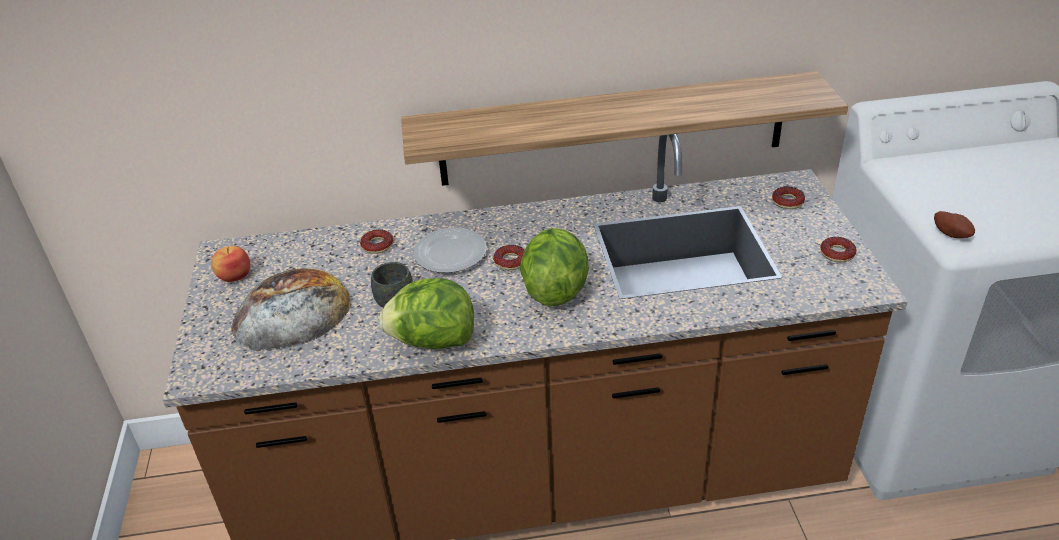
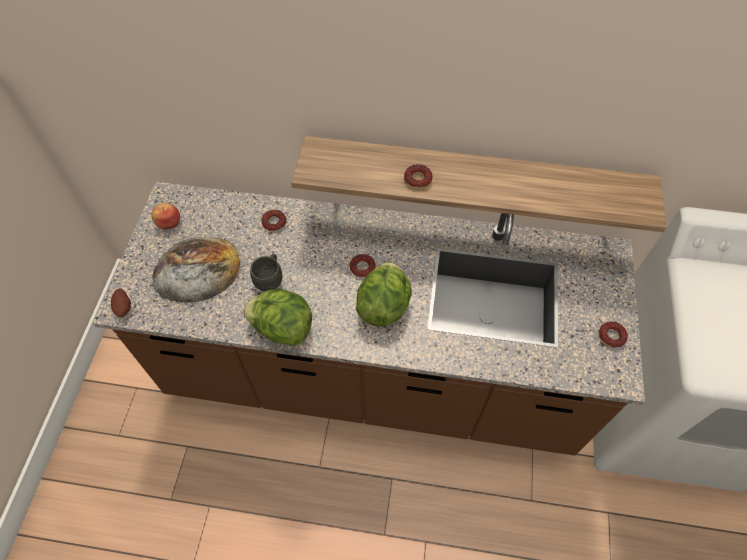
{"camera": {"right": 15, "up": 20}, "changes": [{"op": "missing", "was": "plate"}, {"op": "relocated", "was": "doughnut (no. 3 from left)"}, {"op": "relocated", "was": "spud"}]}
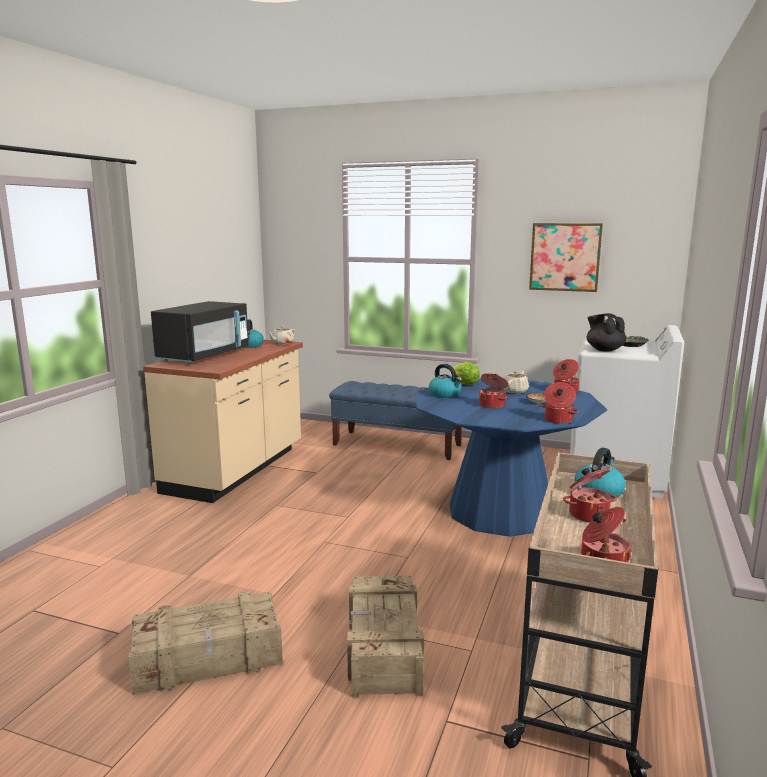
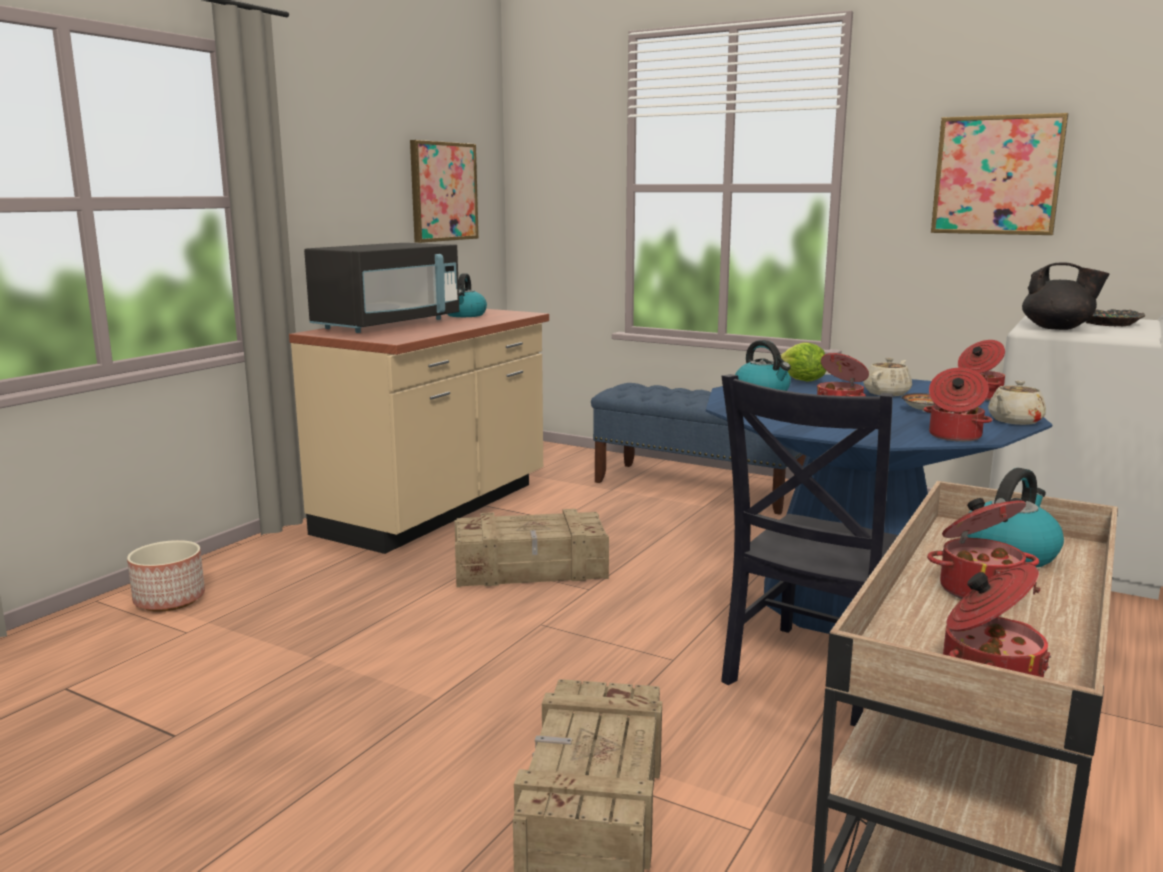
{"camera": {"right": 10, "up": 0}, "changes": [{"op": "relocated", "was": "crate (no. 1 from left)"}, {"op": "relocated", "was": "beige-coloured teapot (no. 1 from left in the first image)", "now": "beige-coloured teapot (no. 2 from left)"}, {"op": "spun", "was": "black-coloured teapot", "clockwise": 135}, {"op": "appeared", "now": "planter"}, {"op": "appeared", "now": "picture (no. 1 from left)"}, {"op": "appeared", "now": "black-coloured plain chair"}]}
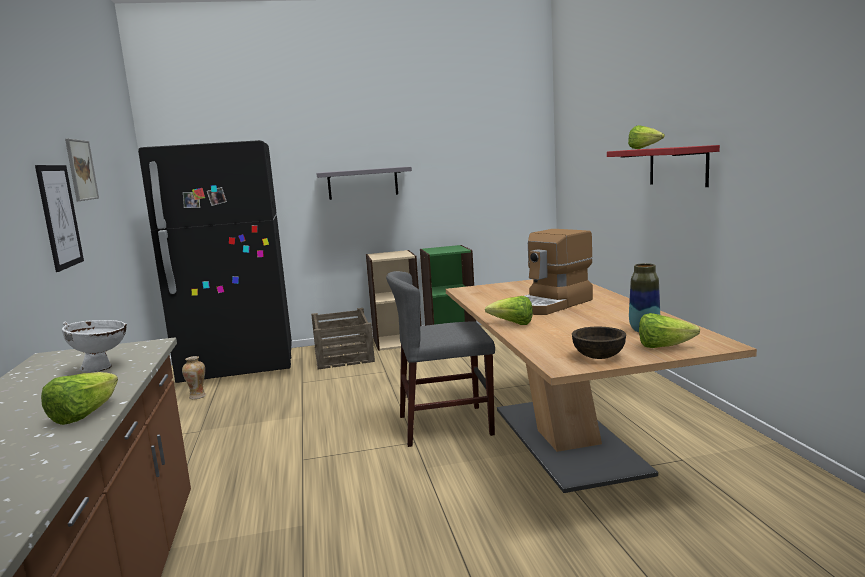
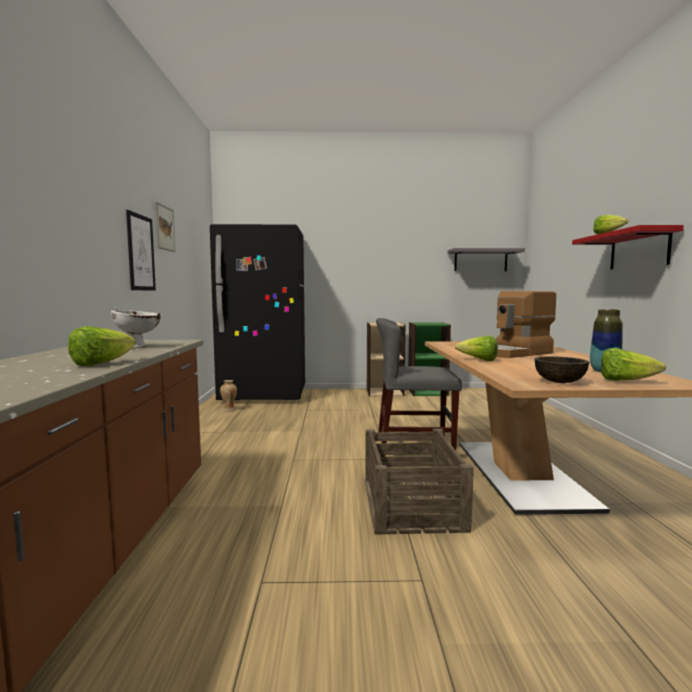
{"camera": {"right": 10, "up": -5}, "changes": [{"op": "relocated", "was": "crate"}, {"op": "relocated", "was": "grey bracket shelf"}]}
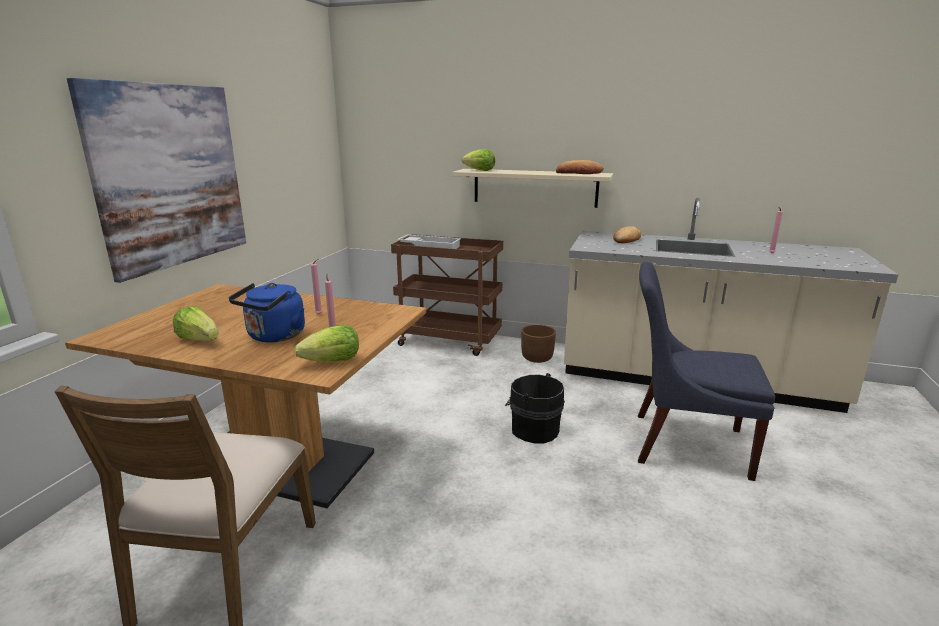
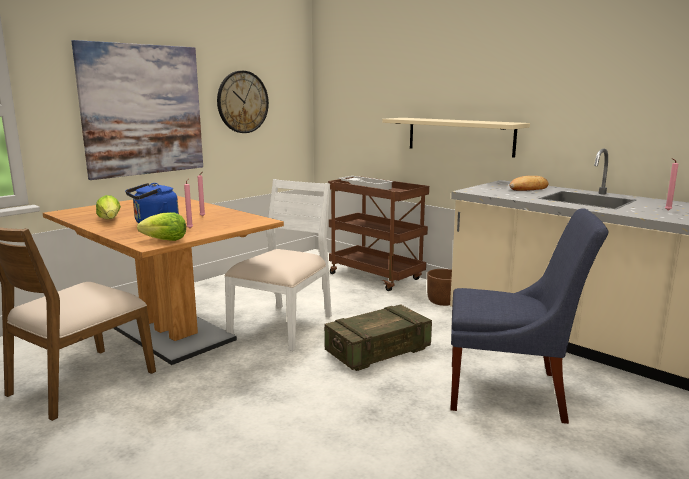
{"camera": {"right": 25, "up": -5}, "changes": [{"op": "missing", "was": "head of lettuce (no. 3 from left)"}, {"op": "exchanged", "was": "black-coloured bucket", "now": "crate"}, {"op": "missing", "was": "bakery bread (no. 1 from left)"}, {"op": "spun", "was": "blue plain chair", "clockwise": 150}, {"op": "appeared", "now": "wall clock"}, {"op": "appeared", "now": "white-coloured plain chair"}]}
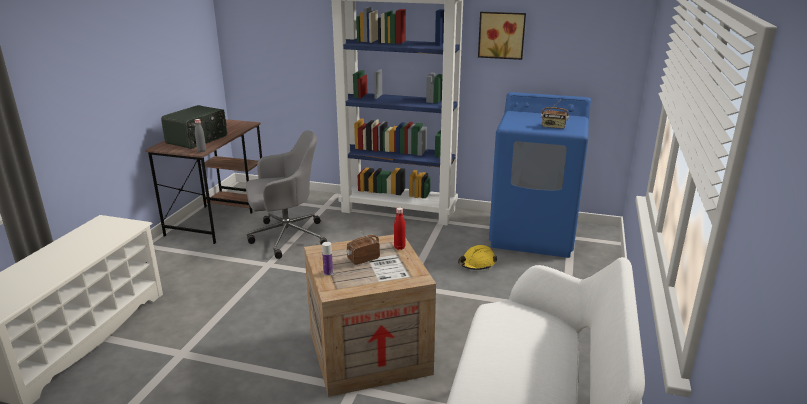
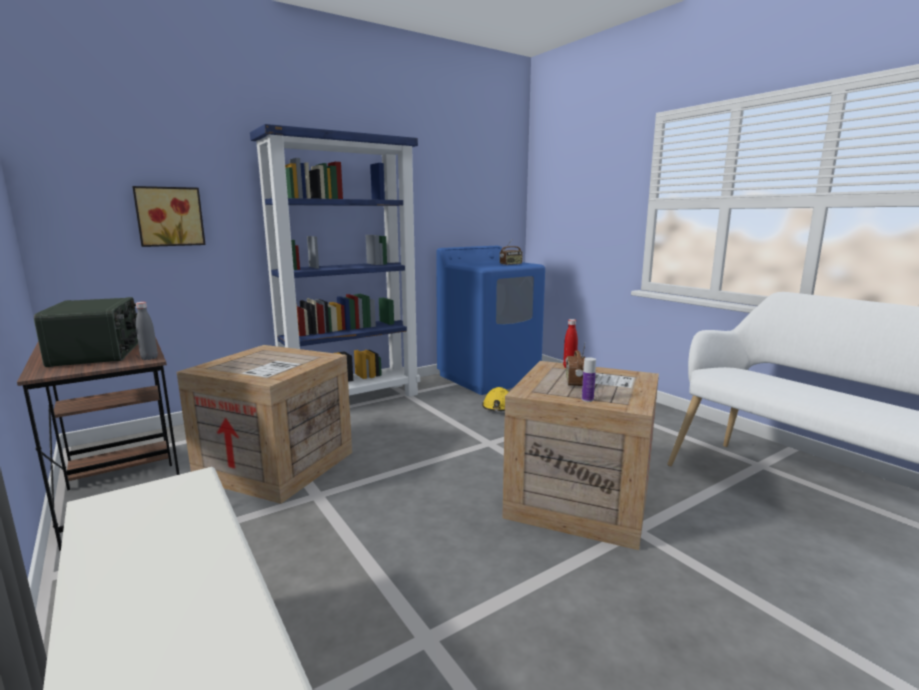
{"camera": {"right": -50, "up": -10}, "changes": [{"op": "exchanged", "was": "grey office chair", "now": "crate (no. 1 from left)"}, {"op": "relocated", "was": "picture"}]}
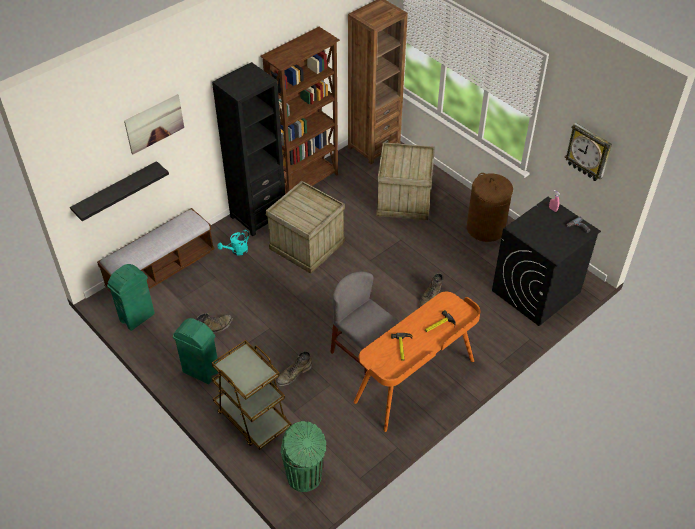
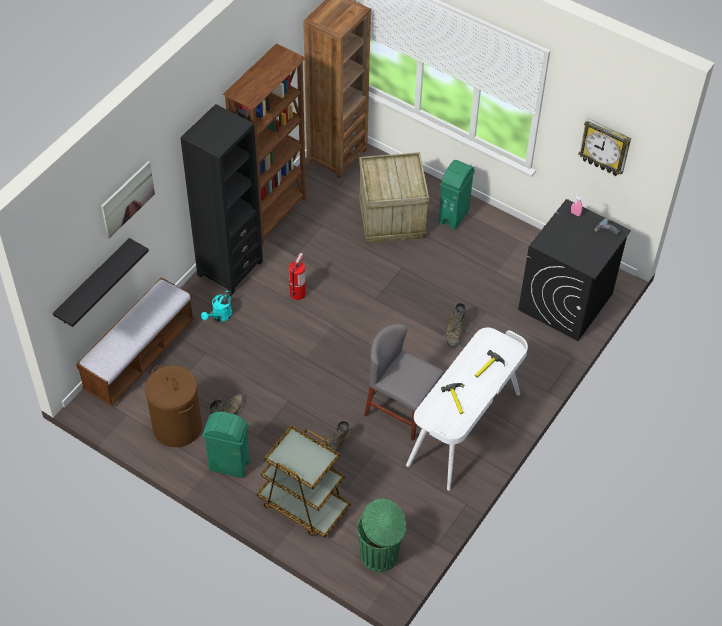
{"camera": {"right": -15, "up": 5}, "changes": [{"op": "relocated", "was": "green-coloured rubbish bin (no. 1 from left in the first image)", "now": "green-coloured rubbish bin (no. 3 from left)"}, {"op": "exchanged", "was": "crate (no. 1 from left)", "now": "extinguisher"}, {"op": "colour", "was": "orange-coloured desk", "now": "white-coloured desk"}, {"op": "relocated", "was": "brownish hamper"}]}
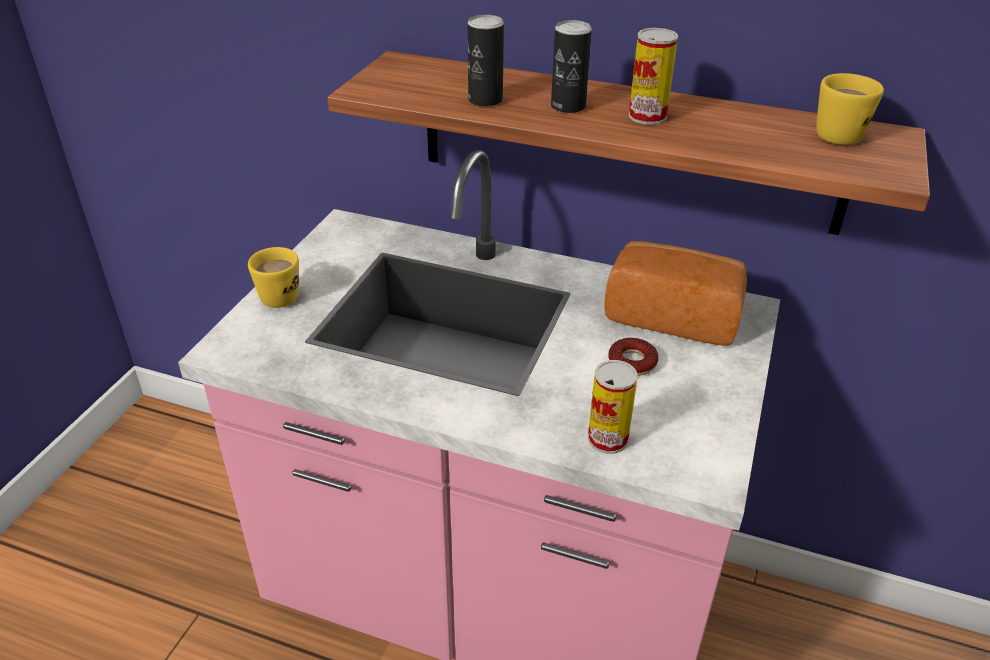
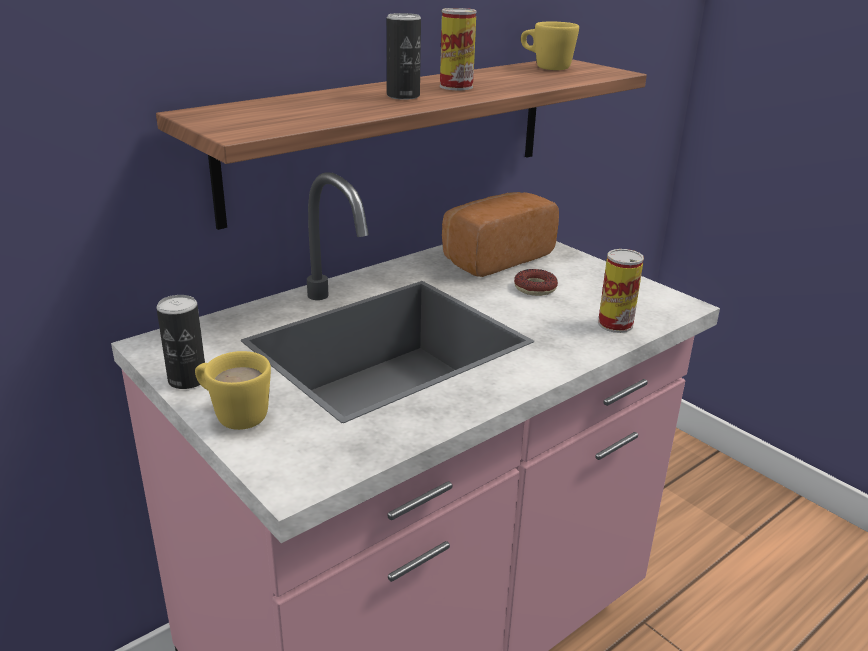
{"camera": {"right": -60, "up": -10}, "changes": [{"op": "relocated", "was": "can (no. 1 from left)"}]}
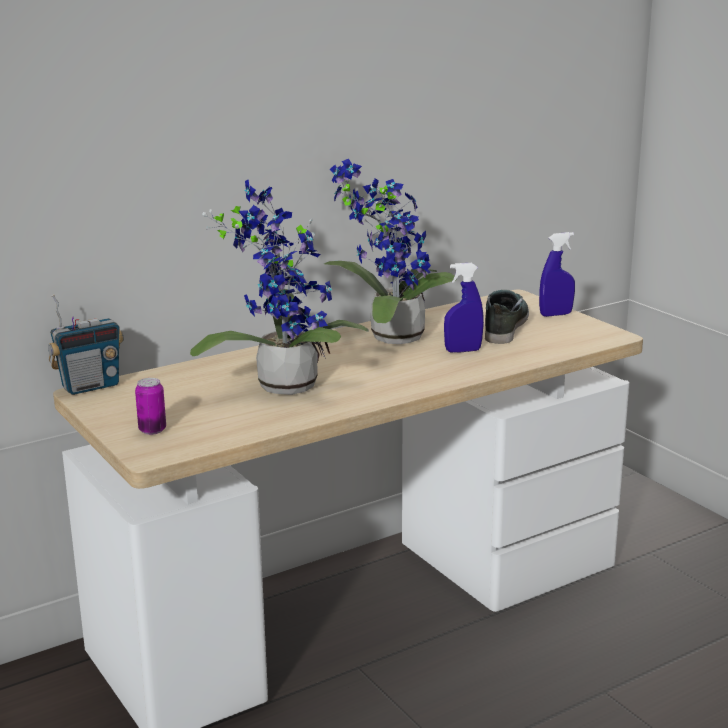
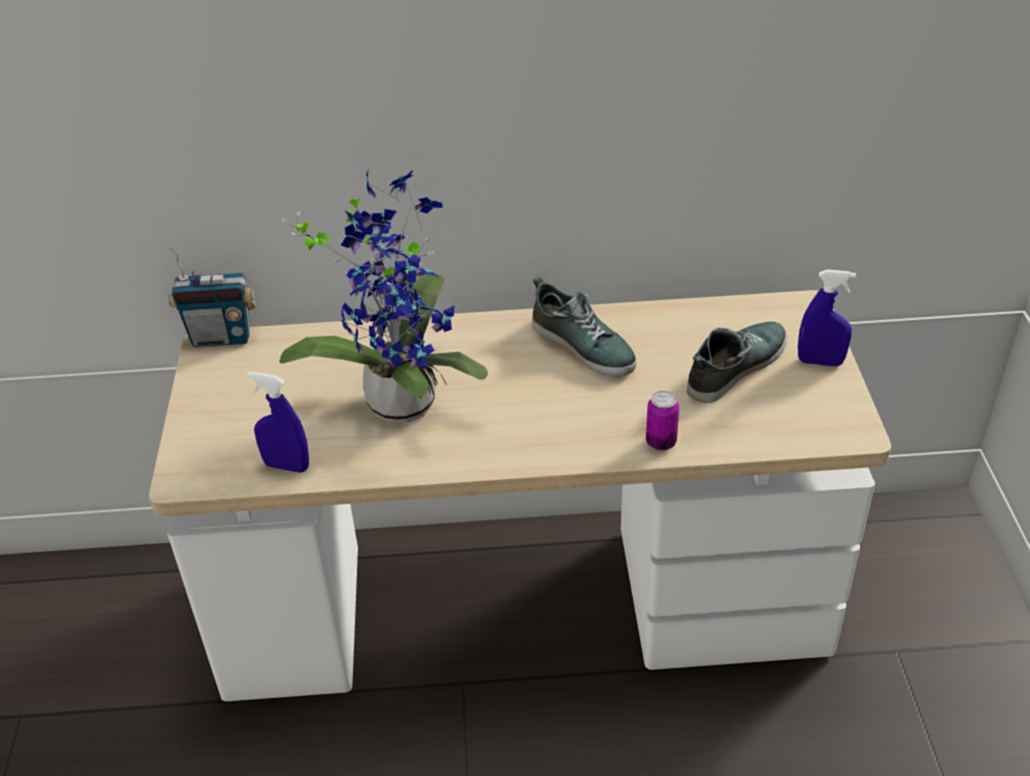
{"camera": {"right": 30, "up": 20}, "changes": [{"op": "relocated", "was": "can"}, {"op": "exchanged", "was": "plant in a pot (no. 2 from left)", "now": "low shoe (no. 1 from left)"}, {"op": "relocated", "was": "blue spray bottle (no. 1 from left)"}]}
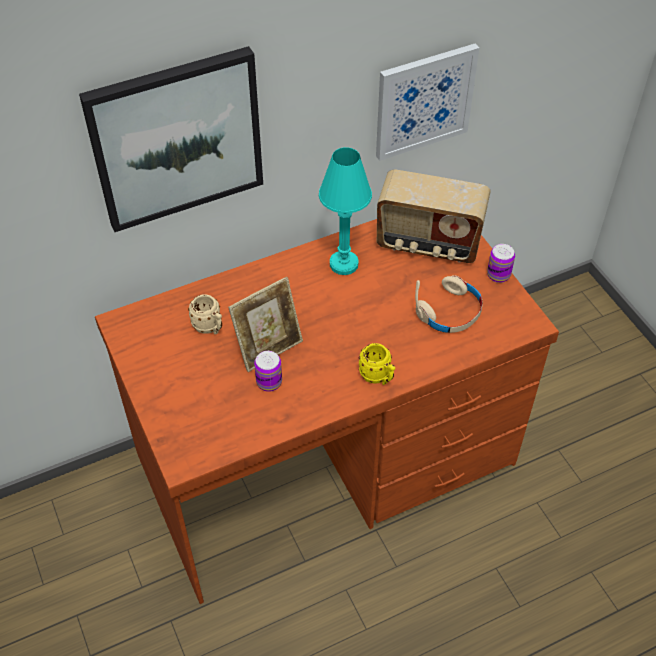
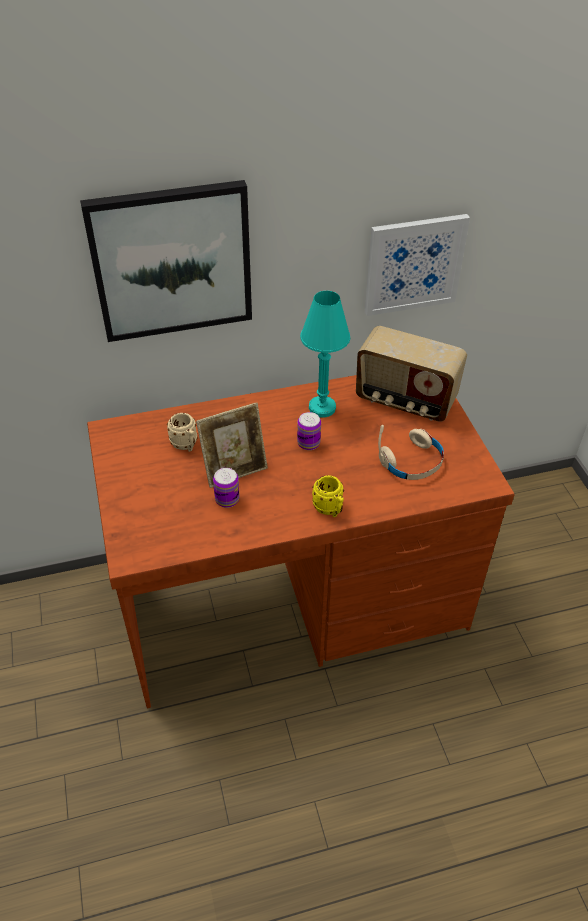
{"camera": {"right": 10, "up": -5}, "changes": [{"op": "relocated", "was": "can (no. 2 from left)"}]}
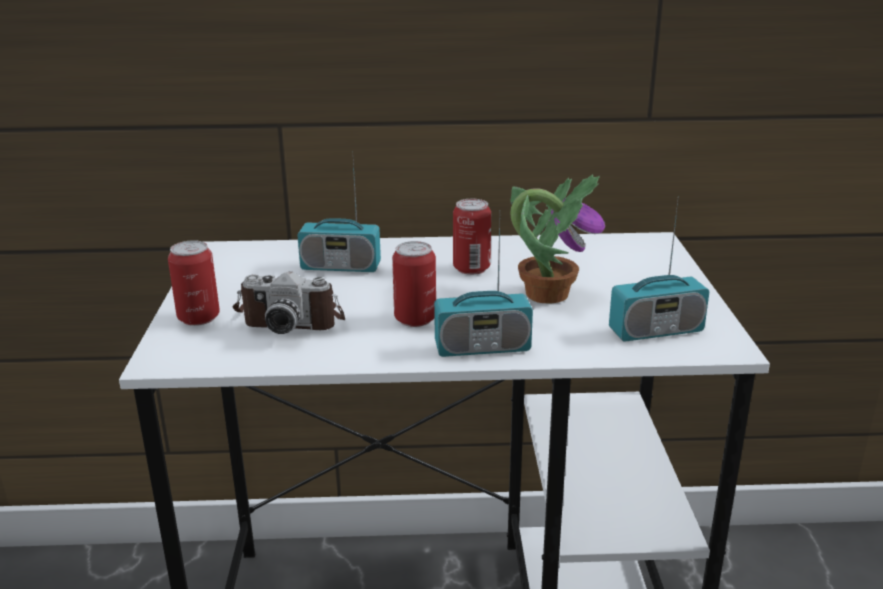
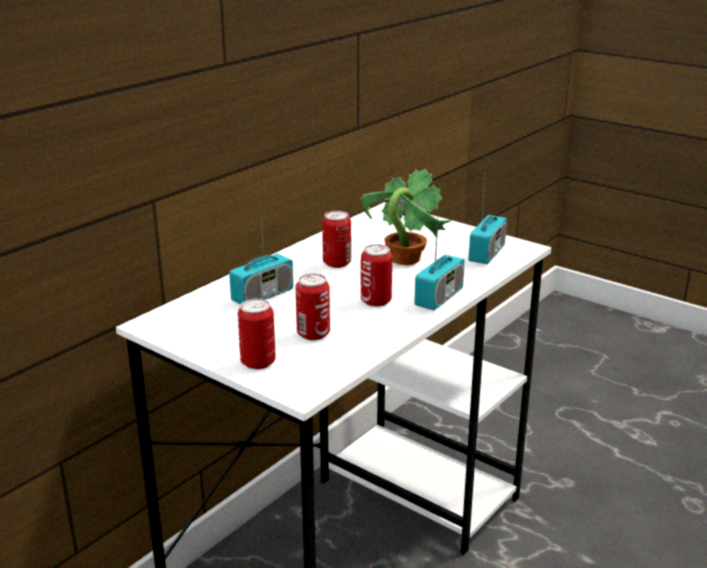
{"camera": {"right": -50, "up": 0}, "changes": [{"op": "exchanged", "was": "still camera", "now": "can (no. 2 from left)"}]}
